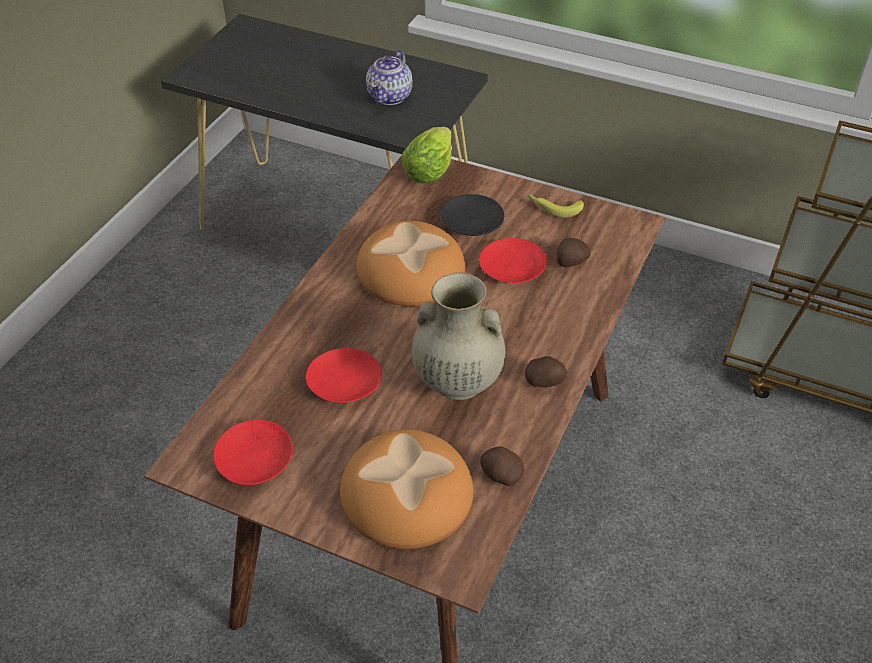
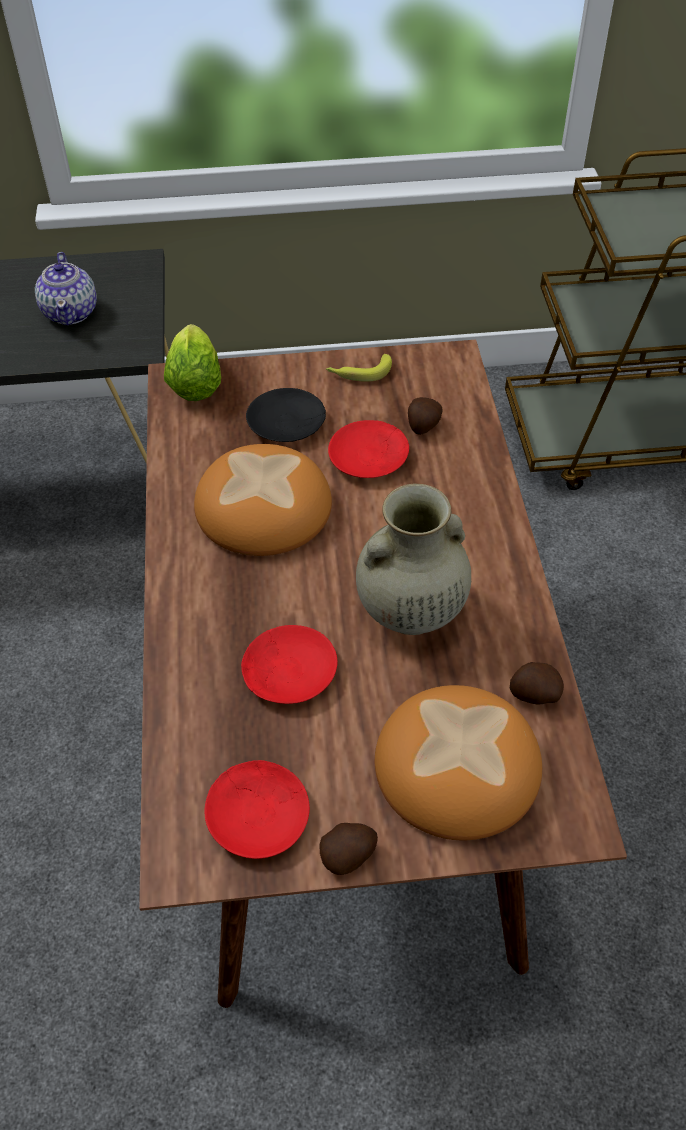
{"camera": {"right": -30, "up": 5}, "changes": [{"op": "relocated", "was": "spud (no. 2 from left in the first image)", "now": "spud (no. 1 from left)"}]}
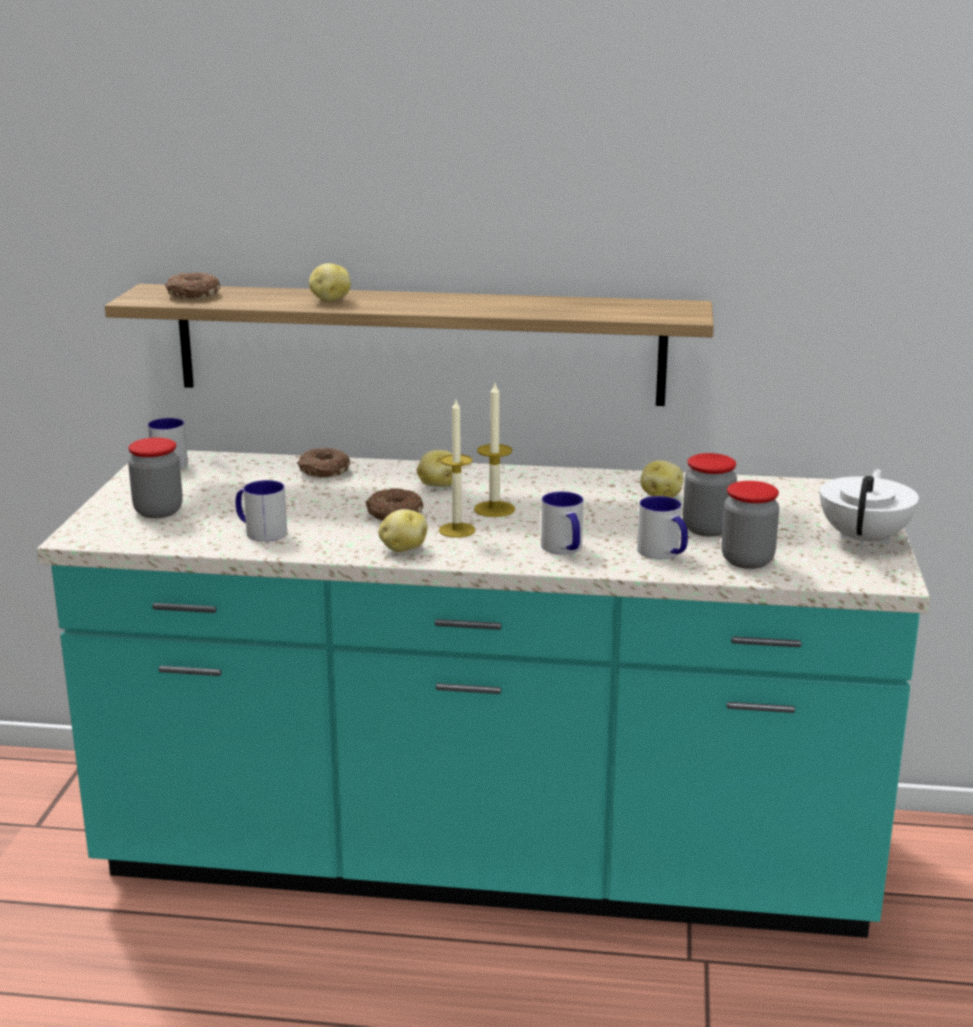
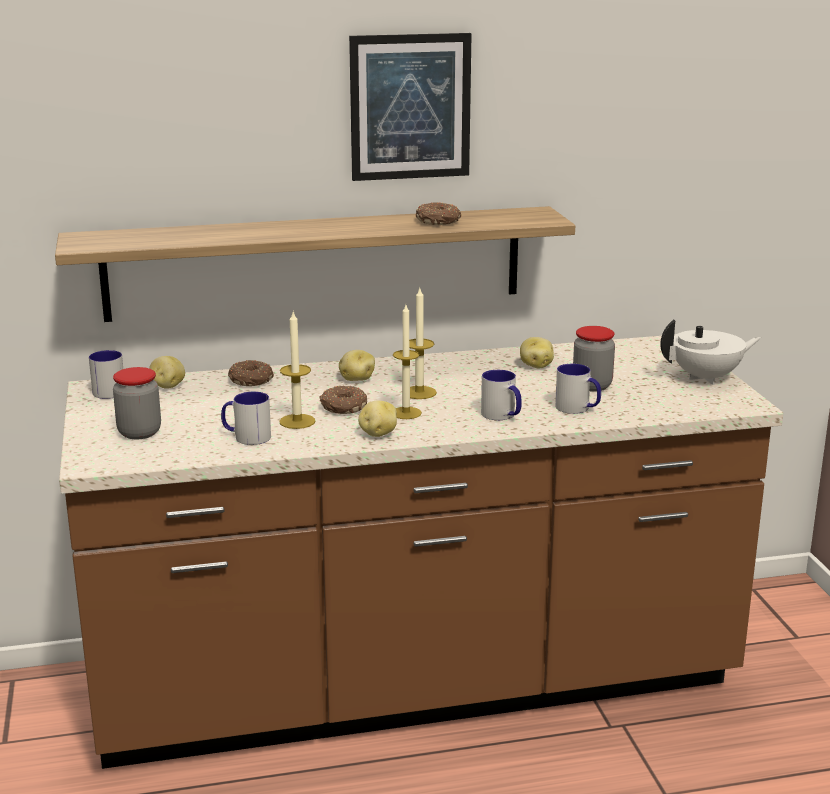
{"camera": {"right": -20, "up": 0}, "changes": [{"op": "colour", "was": "turquoise-coloured counter", "now": "brownish counter"}, {"op": "relocated", "was": "doughnut (no. 1 from left in the first image)", "now": "doughnut (no. 3 from left)"}, {"op": "relocated", "was": "spud (no. 1 from left)"}, {"op": "missing", "was": "preserve jar (no. 3 from left)"}, {"op": "spun", "was": "white-coloured teapot", "clockwise": 75}, {"op": "appeared", "now": "wax light (no. 1 from left)"}, {"op": "appeared", "now": "picture"}]}
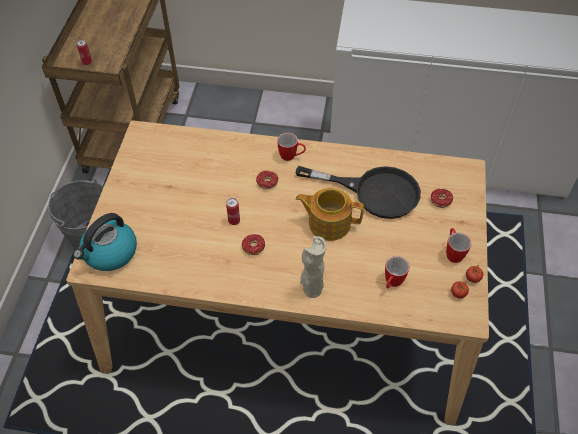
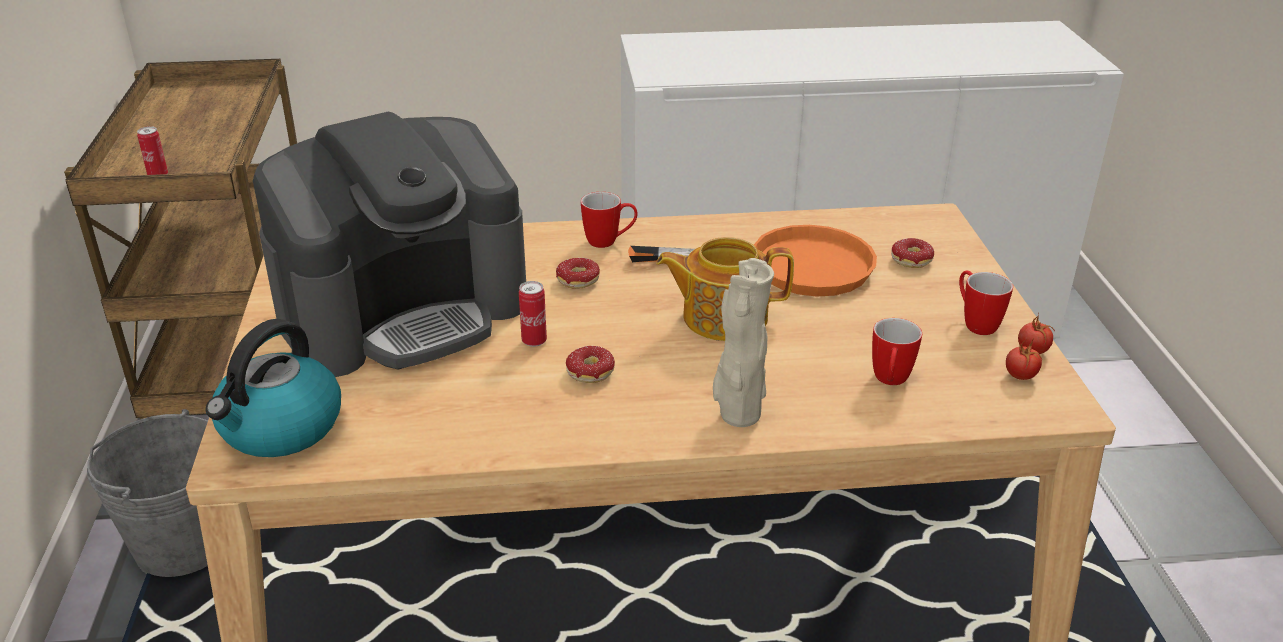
{"camera": {"right": -15, "up": -20}, "changes": [{"op": "colour", "was": "black-coloured skillet", "now": "orange-coloured skillet"}, {"op": "appeared", "now": "coffee brewer"}]}
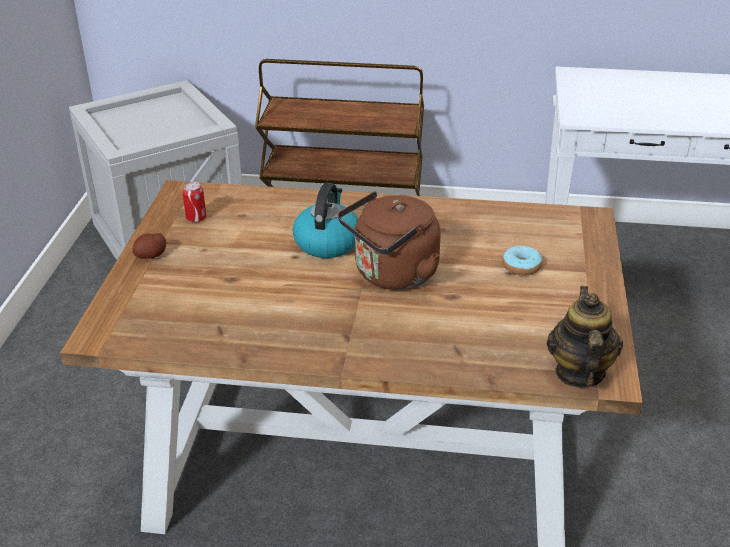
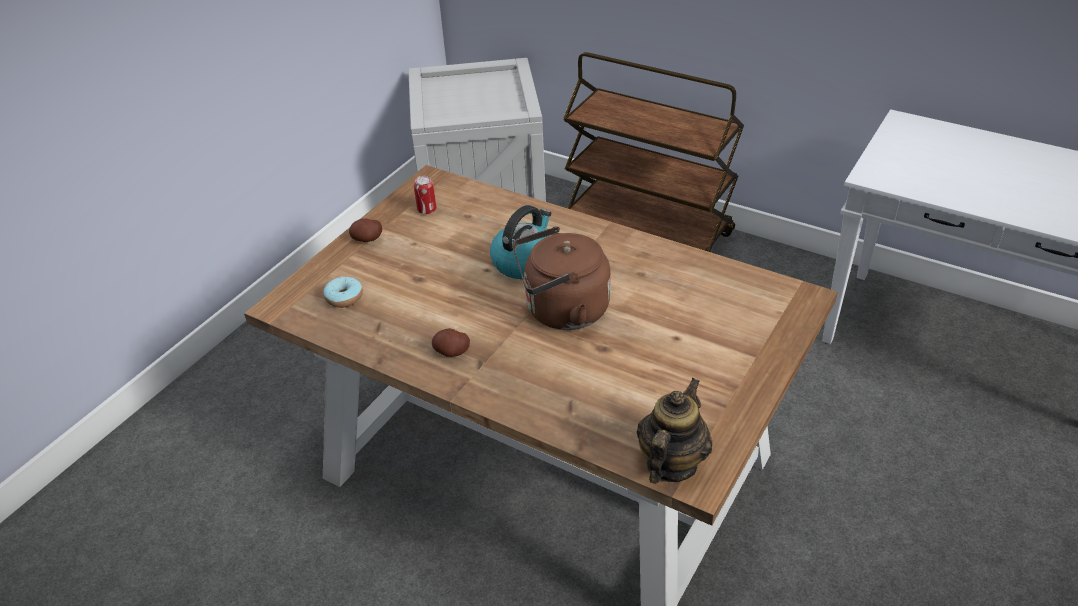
{"camera": {"right": 25, "up": 5}, "changes": [{"op": "relocated", "was": "doughnut"}, {"op": "appeared", "now": "spud (no. 2 from left)"}]}
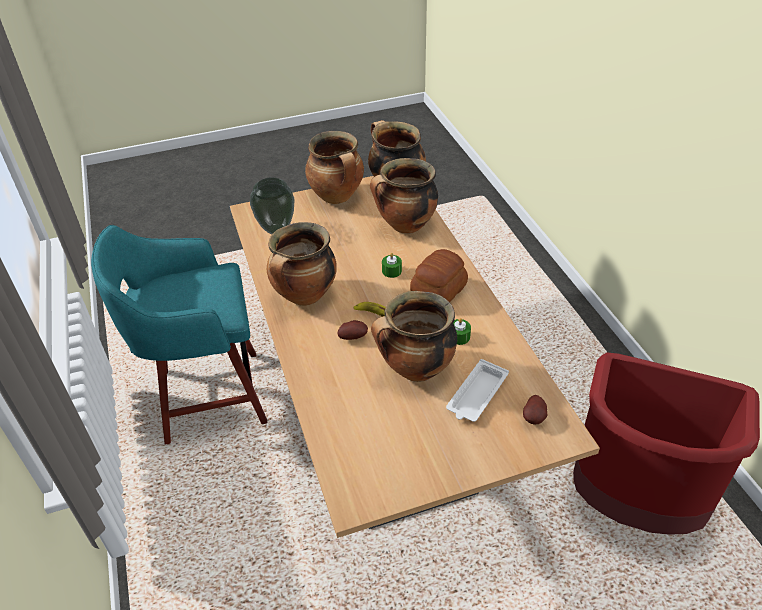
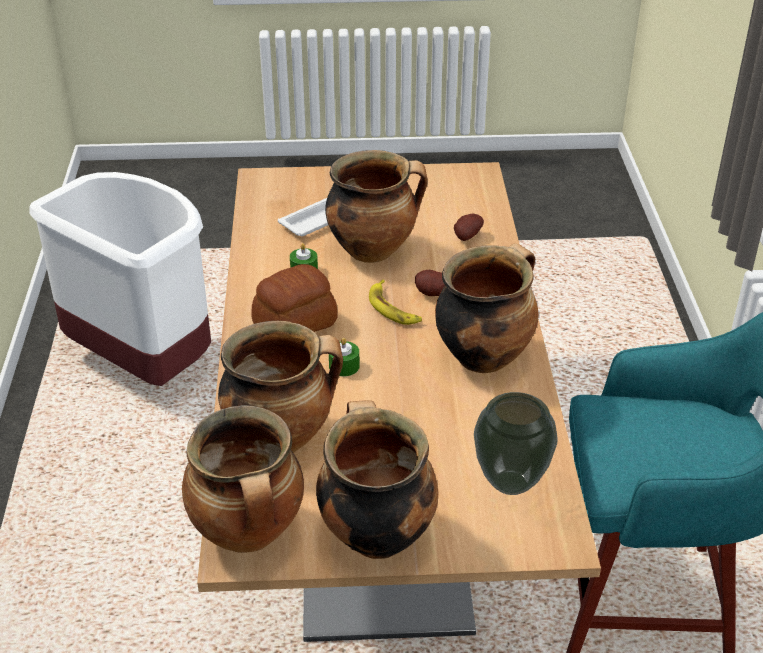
{"camera": {"right": -165, "up": -5}, "changes": [{"op": "relocated", "was": "spud (no. 2 from left)"}, {"op": "colour", "was": "red-coloured rubbish bin", "now": "white-coloured rubbish bin"}]}
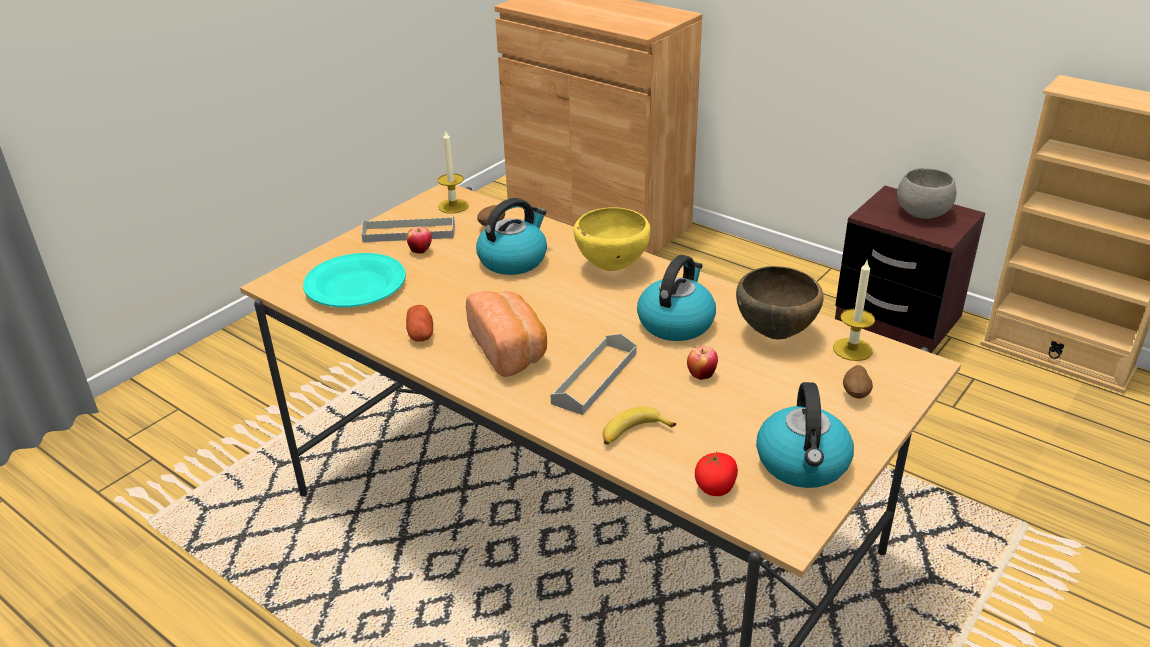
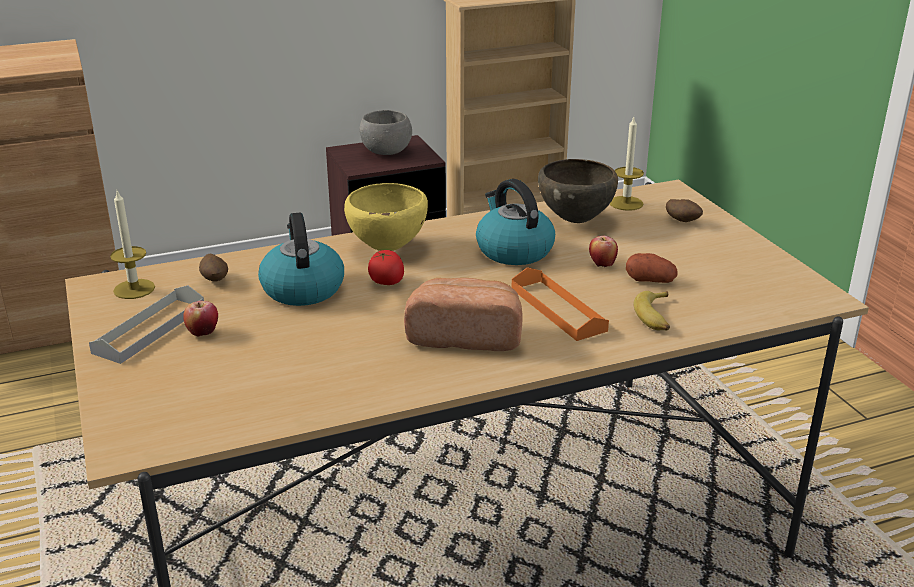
{"camera": {"right": -60, "up": -5}, "changes": [{"op": "missing", "was": "turquoise-coloured plate"}, {"op": "relocated", "was": "spud (no. 1 from left in the first image)", "now": "spud (no. 2 from left)"}, {"op": "colour", "was": "grey serving tray (no. 2 from left)", "now": "orange-coloured serving tray"}, {"op": "relocated", "was": "tomato"}, {"op": "missing", "was": "tea kettle (no. 3 from left)"}]}
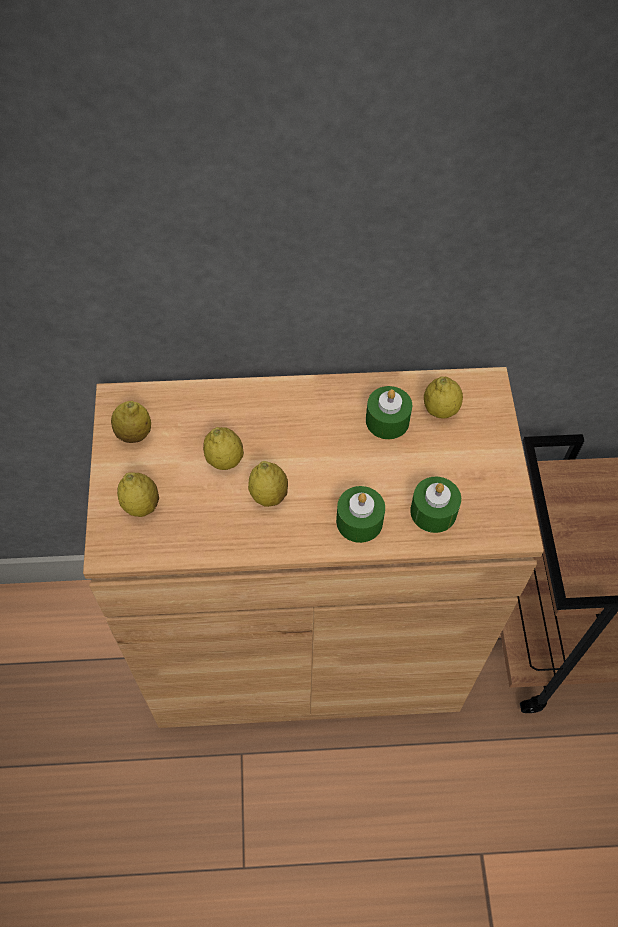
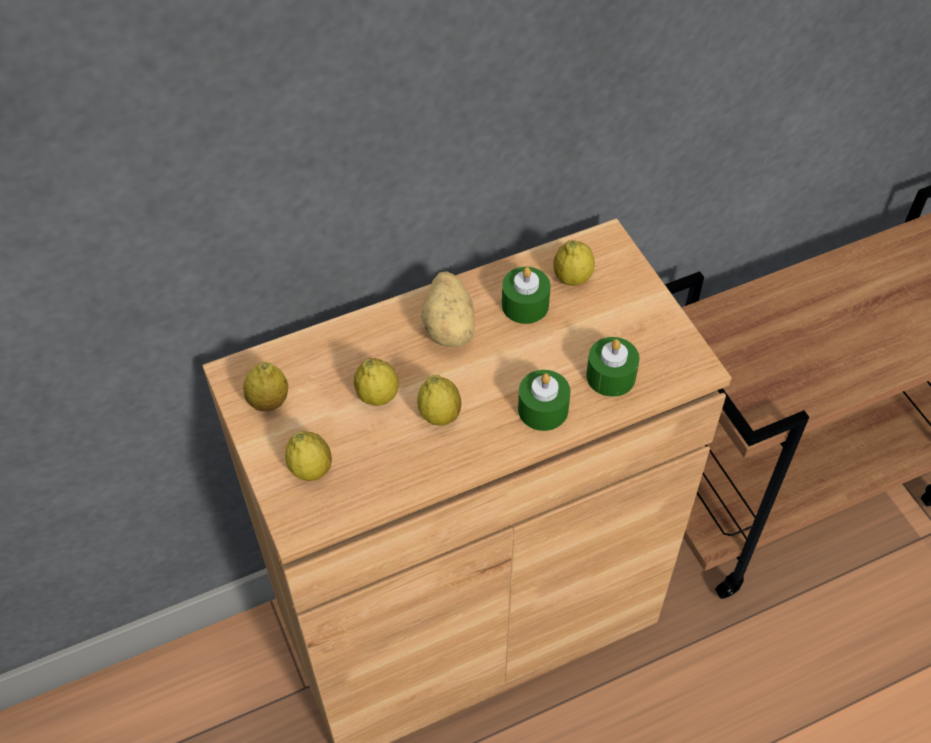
{"camera": {"right": -20, "up": -5}, "changes": [{"op": "appeared", "now": "spud"}]}
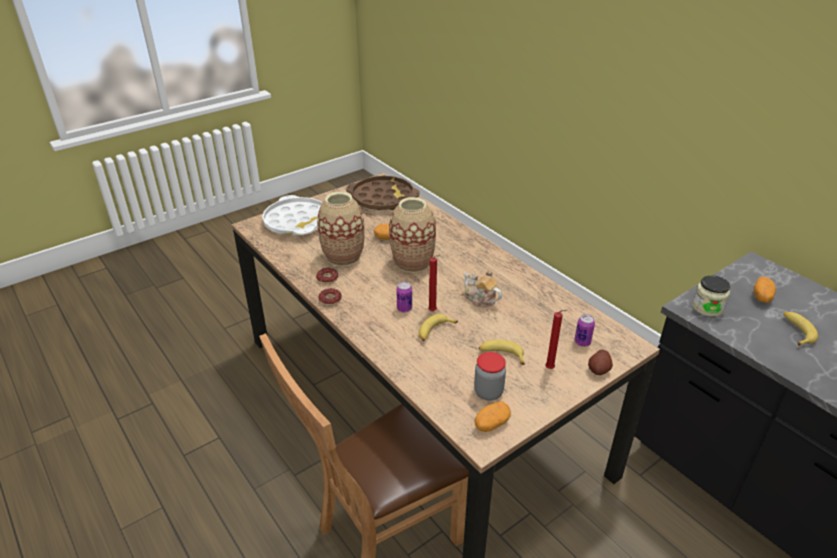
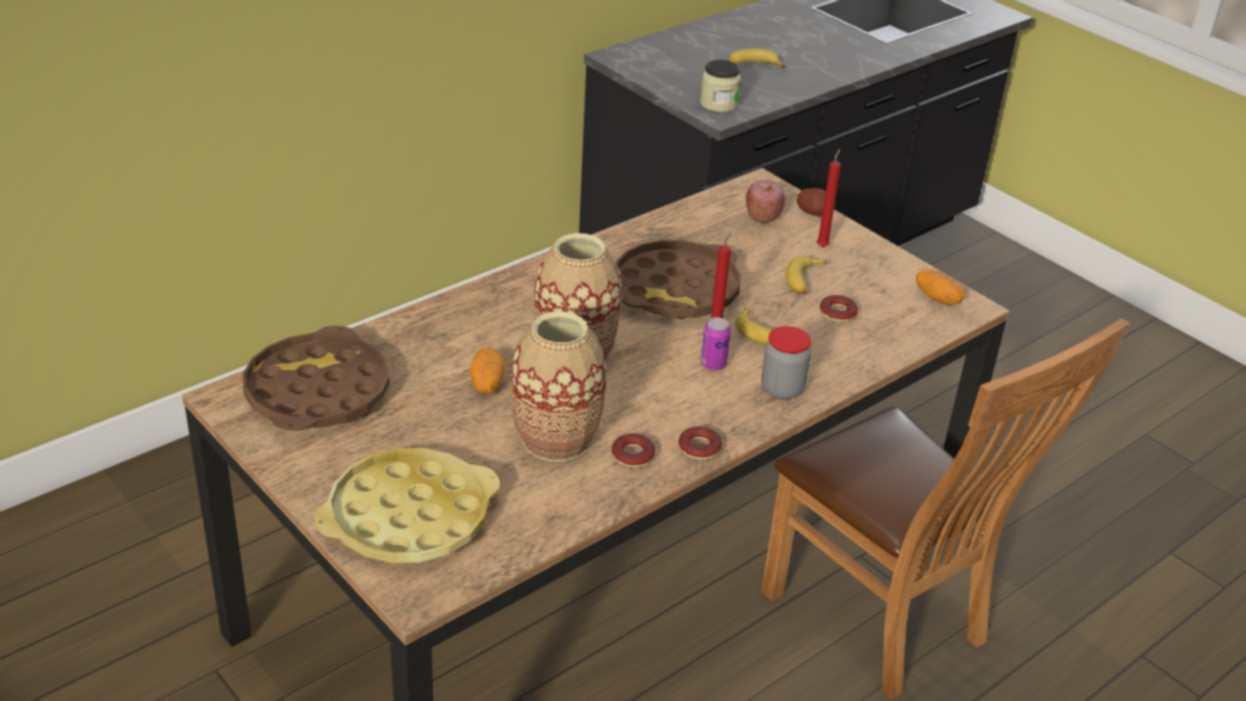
{"camera": {"right": -95, "up": 0}, "changes": [{"op": "colour", "was": "white-coloured serving tray", "now": "yellow serving tray"}, {"op": "exchanged", "was": "teapot", "now": "brownish serving tray (no. 2 from left)"}, {"op": "relocated", "was": "preserve jar (no. 1 from left in the first image)", "now": "preserve jar (no. 2 from left)"}, {"op": "exchanged", "was": "can (no. 2 from left)", "now": "whole apple"}, {"op": "missing", "was": "spud (no. 4 from left)"}, {"op": "appeared", "now": "doughnut (no. 3 from left)"}]}
